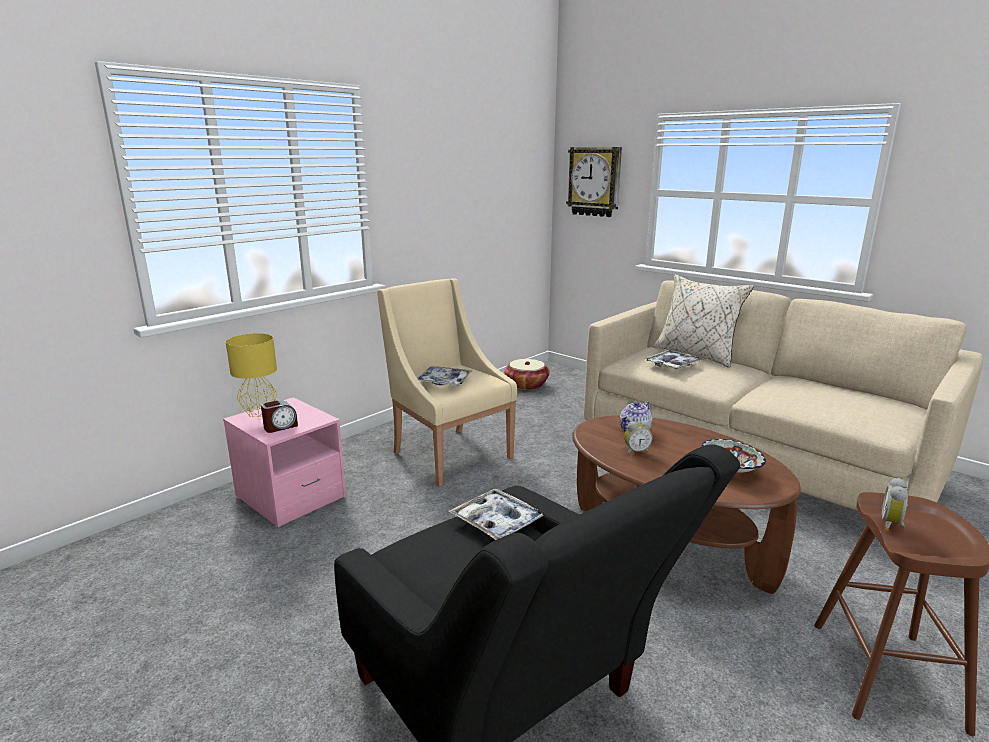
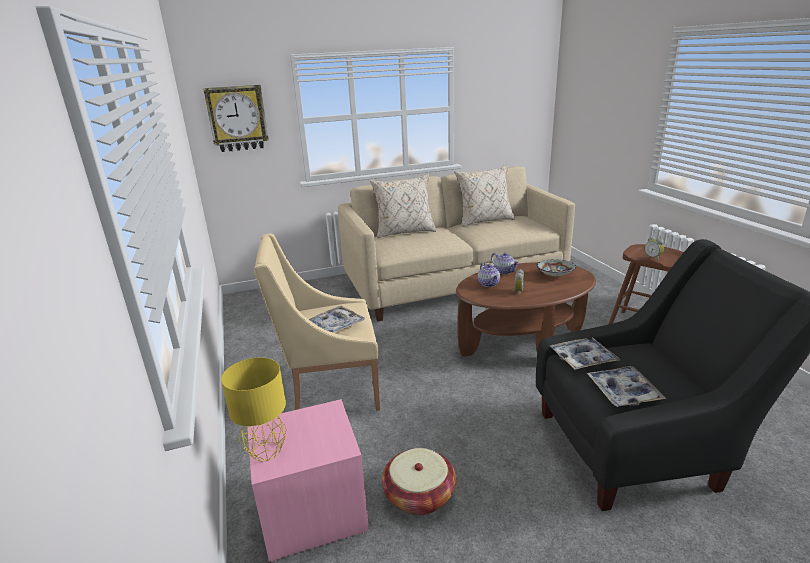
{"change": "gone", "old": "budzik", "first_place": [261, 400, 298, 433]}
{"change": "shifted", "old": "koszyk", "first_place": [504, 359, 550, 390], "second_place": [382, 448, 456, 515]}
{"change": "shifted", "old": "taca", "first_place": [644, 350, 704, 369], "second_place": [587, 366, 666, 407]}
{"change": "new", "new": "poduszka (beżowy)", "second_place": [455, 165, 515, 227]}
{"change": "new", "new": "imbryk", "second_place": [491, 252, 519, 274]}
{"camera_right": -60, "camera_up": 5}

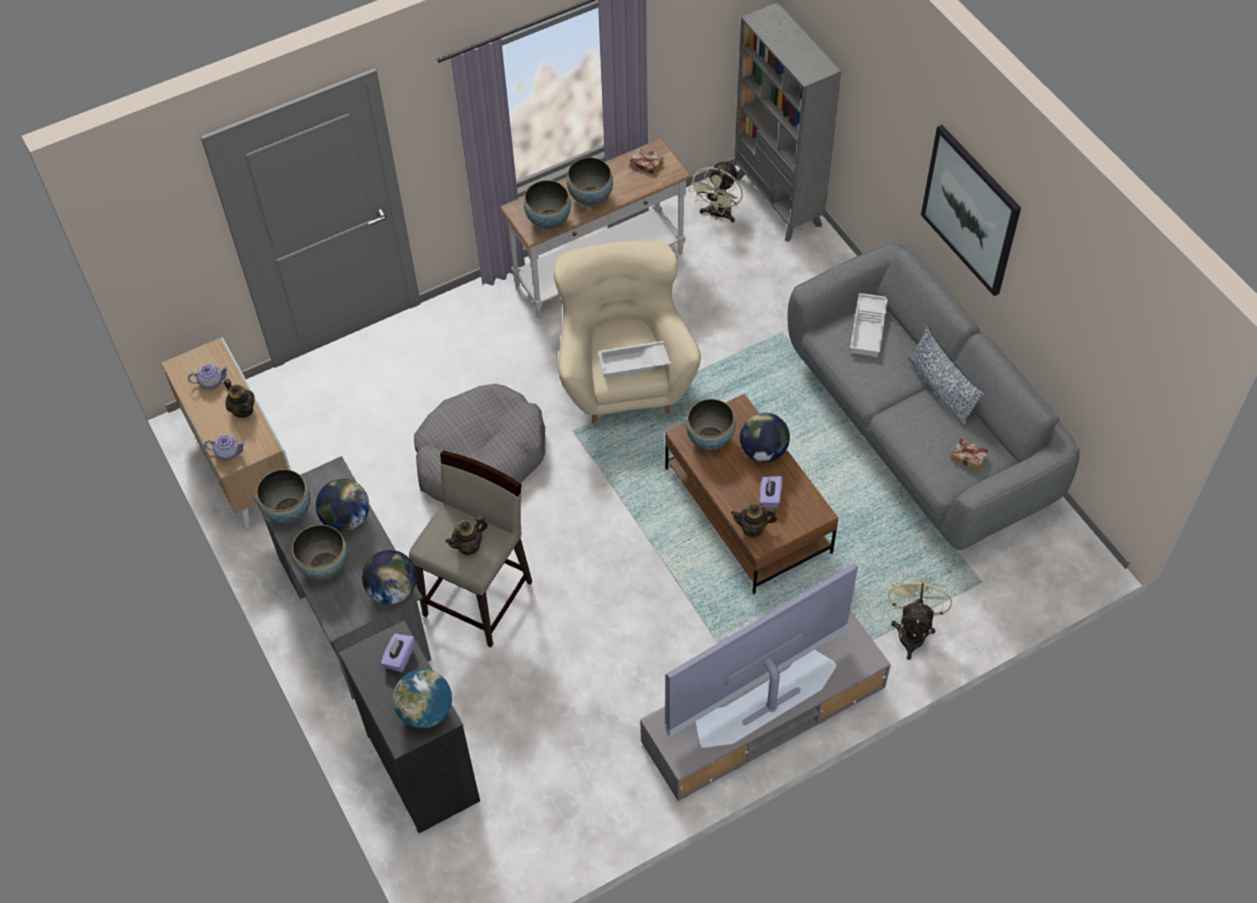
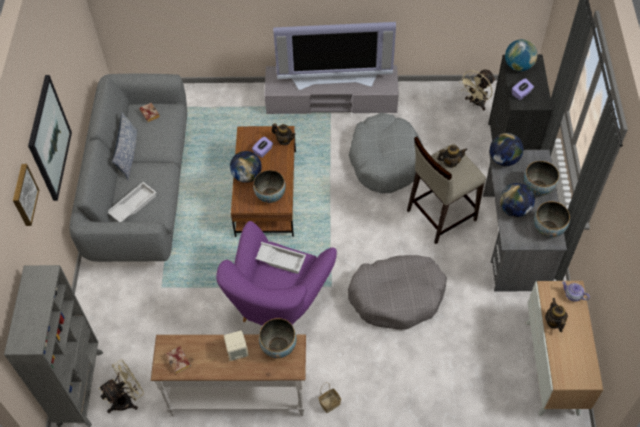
{"change": "gone", "old": "imbryk", "first_place": [188, 364, 229, 389]}
{"change": "repainted", "old": "fotel (beżowy)", "new": "fotel (fioletowy)", "first_place": [553, 241, 701, 424], "second_place": [216, 221, 337, 326]}
{"change": "swapped", "old": "miska", "new": "głośnik (beżowy)", "first_place": [567, 157, 613, 207], "second_place": [224, 330, 249, 361]}
{"change": "shifted", "old": "wentylator (beżowy)", "first_place": [888, 571, 953, 660], "second_place": [459, 70, 495, 111]}
{"change": "new", "new": "obraz", "second_place": [13, 164, 39, 226]}
{"change": "new", "new": "koszyk", "second_place": [319, 382, 341, 413]}
{"change": "new", "new": "legowisko (szary)", "second_place": [349, 113, 423, 193]}
{"camera_right": -150, "camera_up": 0}

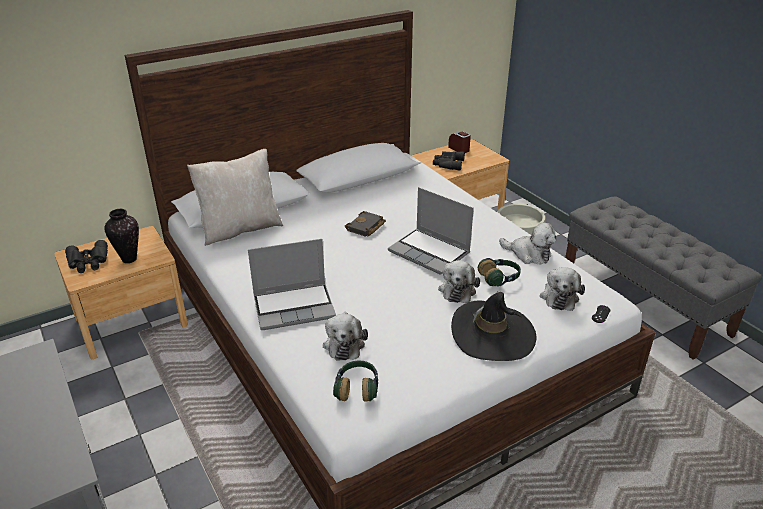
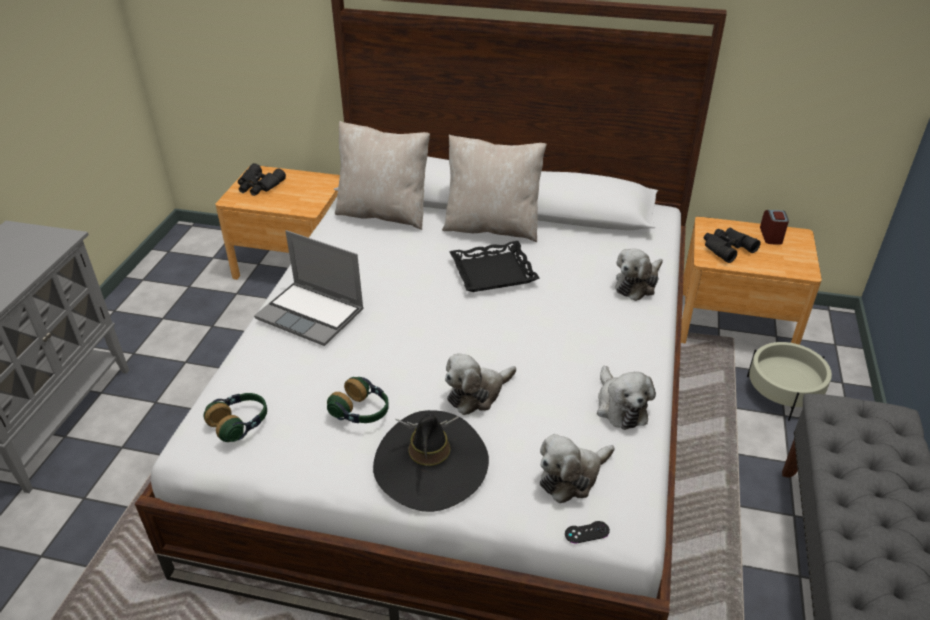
{"change": "gone", "old": "wazon", "first_place": [104, 209, 139, 263]}
{"change": "shifted", "old": "pluszak", "first_place": [323, 312, 368, 361], "second_place": [615, 248, 663, 301]}
{"change": "swapped", "old": "książka (czarny)", "new": "taca (czarny)", "first_place": [345, 211, 386, 237], "second_place": [449, 241, 540, 292]}
{"change": "gone", "old": "laptop", "first_place": [388, 187, 474, 275]}
{"change": "shifted", "old": "słuchawki", "first_place": [478, 258, 521, 286], "second_place": [327, 377, 389, 423]}
{"change": "new", "new": "poduszka (beżowy)", "second_place": [442, 134, 547, 242]}
{"camera_right": 45, "camera_up": 5}

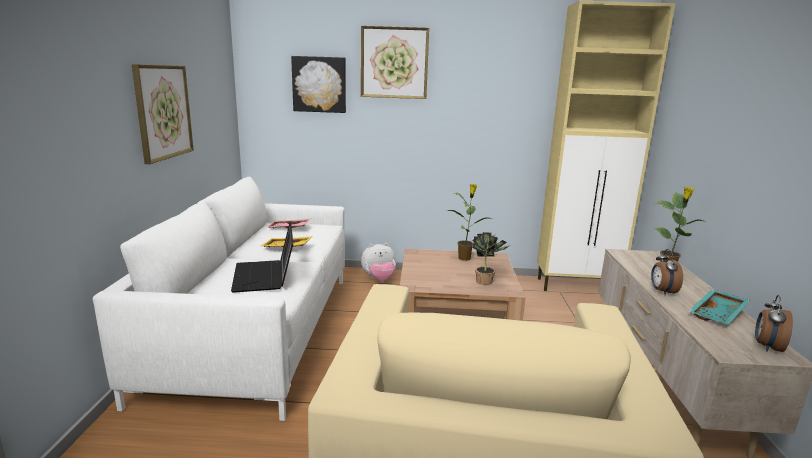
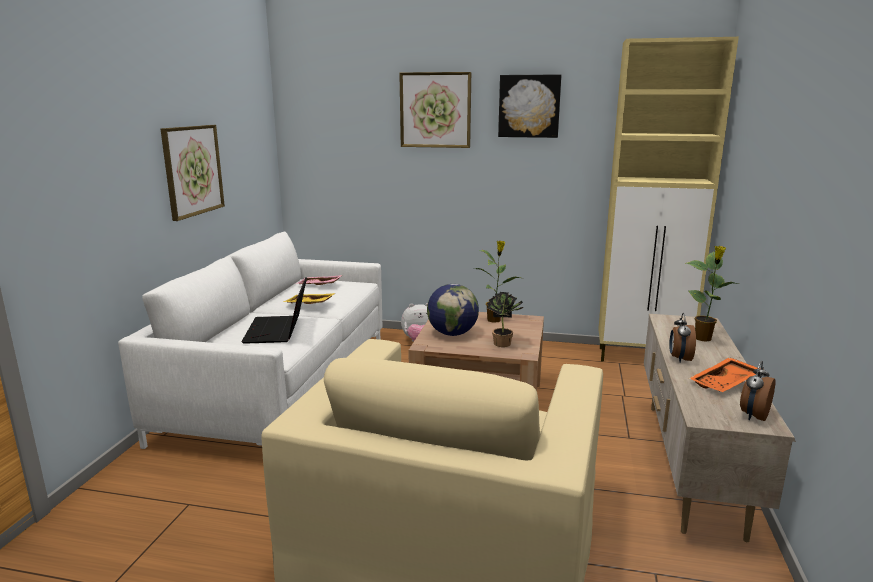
{"change": "shifted", "old": "obraz", "first_place": [291, 56, 346, 113], "second_place": [498, 74, 561, 138]}
{"change": "repainted", "old": "taca (turkusowy)", "new": "taca (pomarańczowy)", "first_place": [688, 289, 750, 324], "second_place": [689, 357, 760, 392]}
{"change": "new", "new": "globus", "second_place": [427, 284, 479, 336]}
{"camera_right": 10, "camera_up": 0}

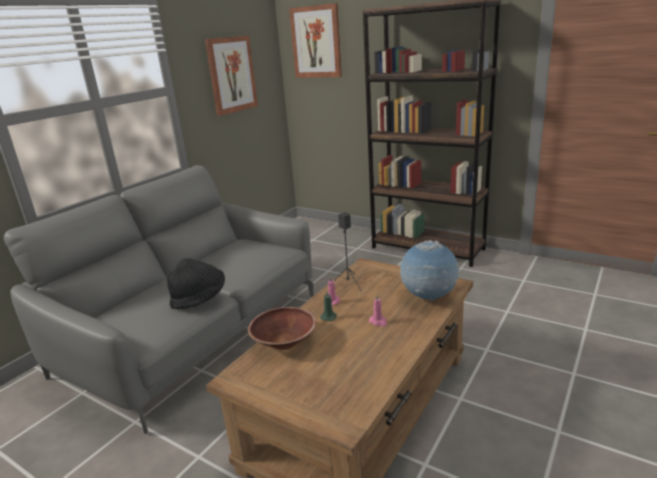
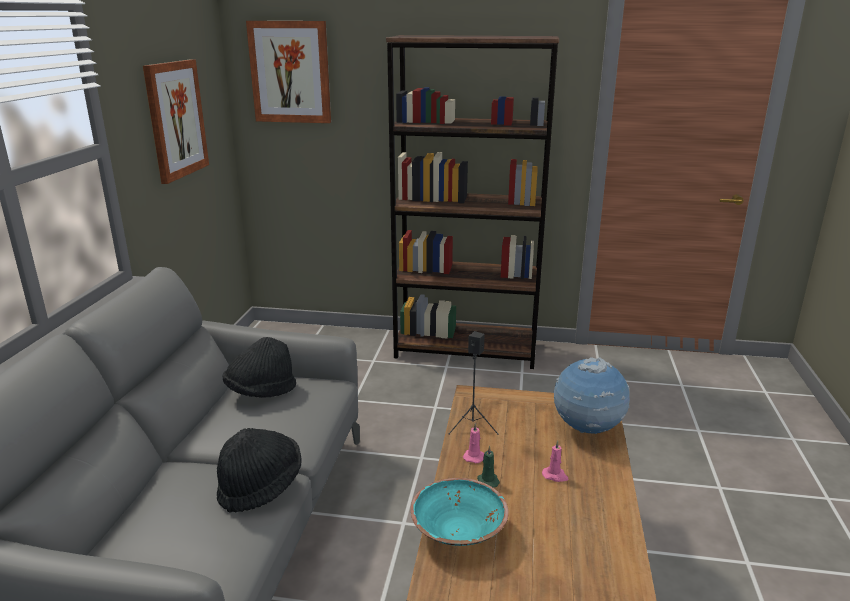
{"change": "repainted", "old": "miska (brązowy)", "new": "miska (turkusowy)", "first_place": [248, 307, 316, 350], "second_place": [411, 478, 508, 546]}
{"change": "new", "new": "kapelusz (czarny)", "second_place": [222, 337, 296, 398]}
{"camera_right": -25, "camera_up": 0}

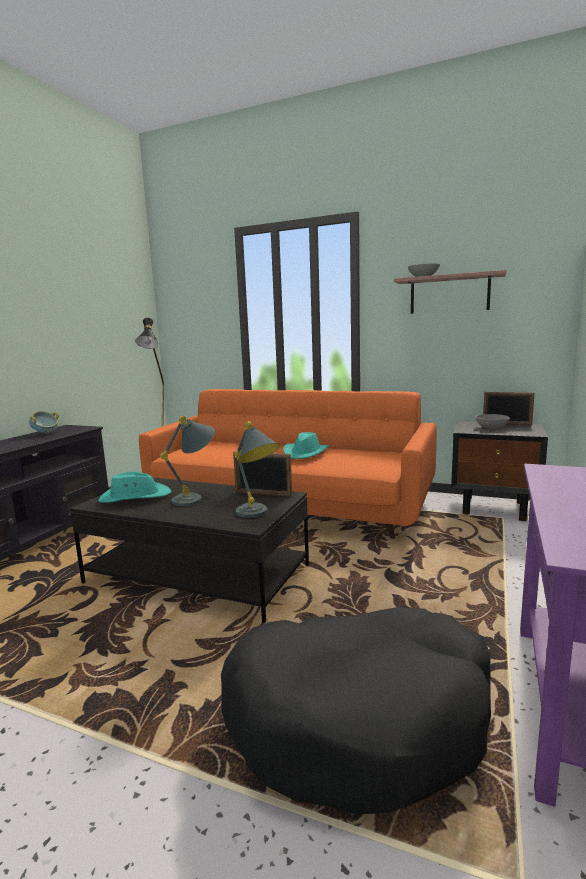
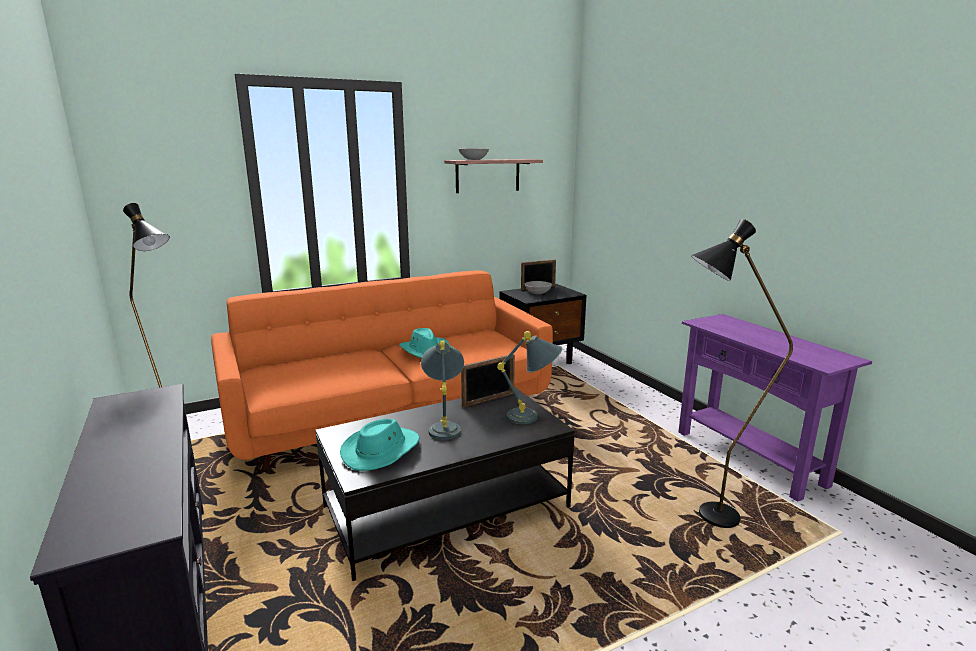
{"change": "gone", "old": "miska", "first_place": [29, 411, 59, 434]}
{"change": "swapped", "old": "legowisko (czarny)", "new": "lampa stojąca (czarny)", "first_place": [221, 607, 491, 815], "second_place": [691, 219, 793, 528]}
{"camera_right": -50, "camera_up": 5}

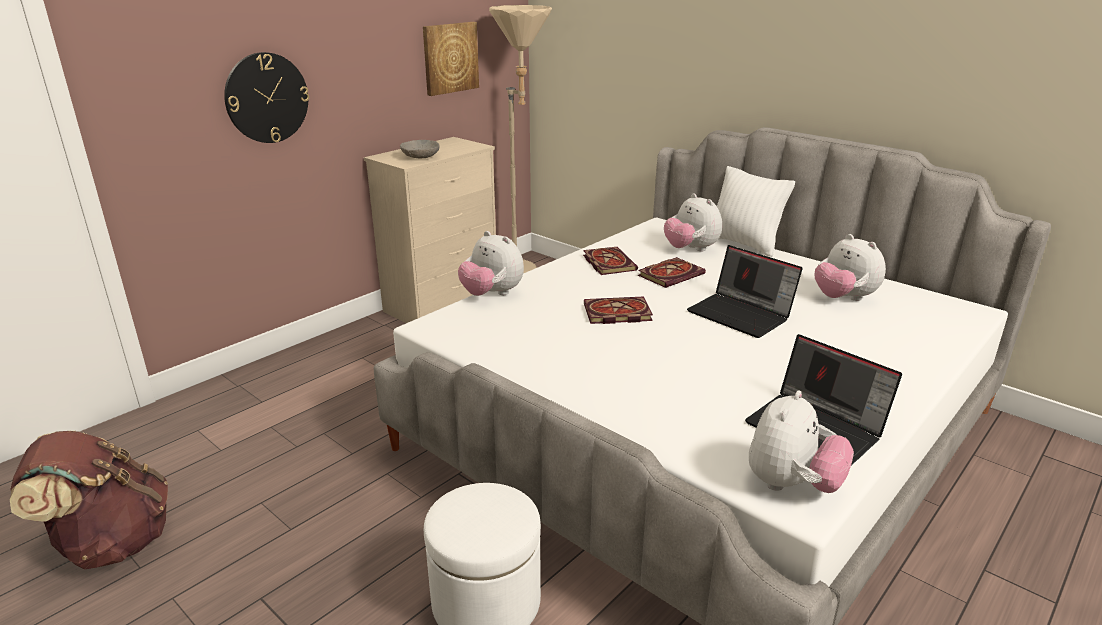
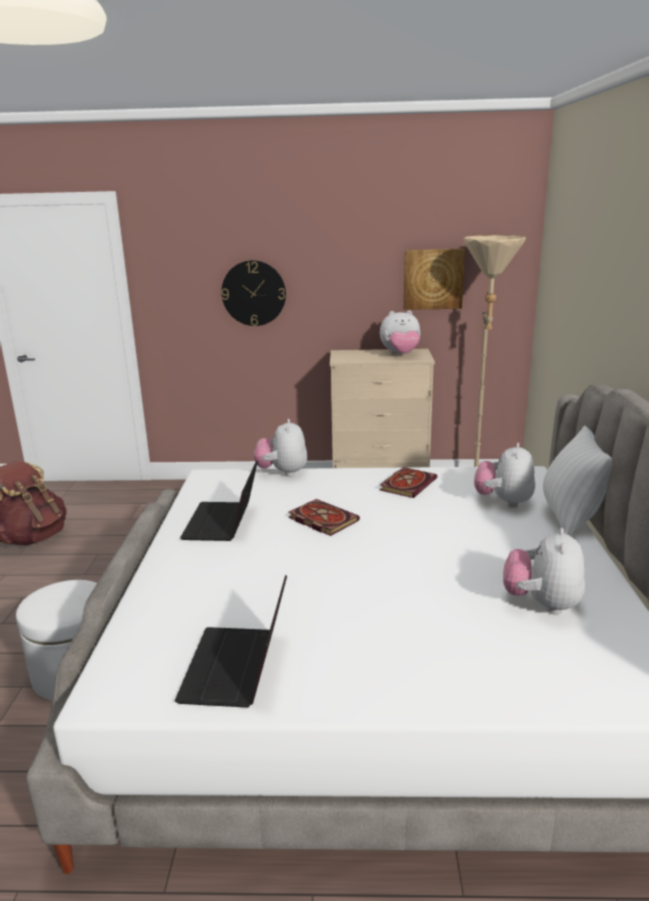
{"change": "gone", "old": "miska (szary)", "first_place": [400, 140, 440, 158]}
{"change": "gone", "old": "książka", "first_place": [638, 257, 706, 288]}
{"change": "shifted", "old": "laptop", "first_place": [687, 245, 803, 338], "second_place": [180, 460, 258, 541]}
{"change": "shifted", "old": "pluszak", "first_place": [749, 390, 854, 493], "second_place": [380, 310, 420, 354]}
{"camera_right": 50, "camera_up": -5}

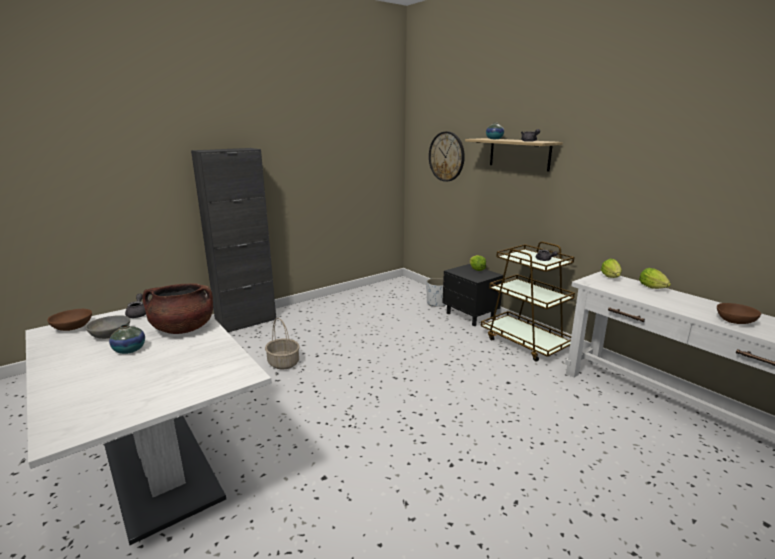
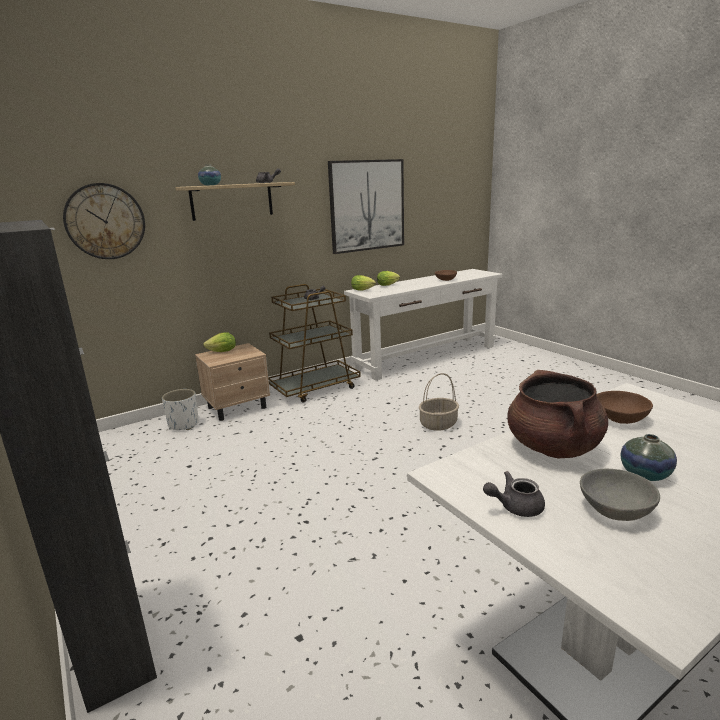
{"change": "shifted", "old": "miska (brązowy)", "first_place": [47, 309, 92, 331], "second_place": [597, 391, 653, 424]}
{"change": "shifted", "old": "koszyk", "first_place": [265, 318, 300, 369], "second_place": [419, 373, 459, 431]}
{"change": "repainted", "old": "szafka nocna (czarny)", "new": "szafka nocna (beżowy)", "first_place": [442, 264, 503, 326], "second_place": [195, 343, 270, 421]}
{"change": "new", "new": "obraz", "second_place": [328, 159, 404, 254]}
{"camera_right": -85, "camera_up": 0}

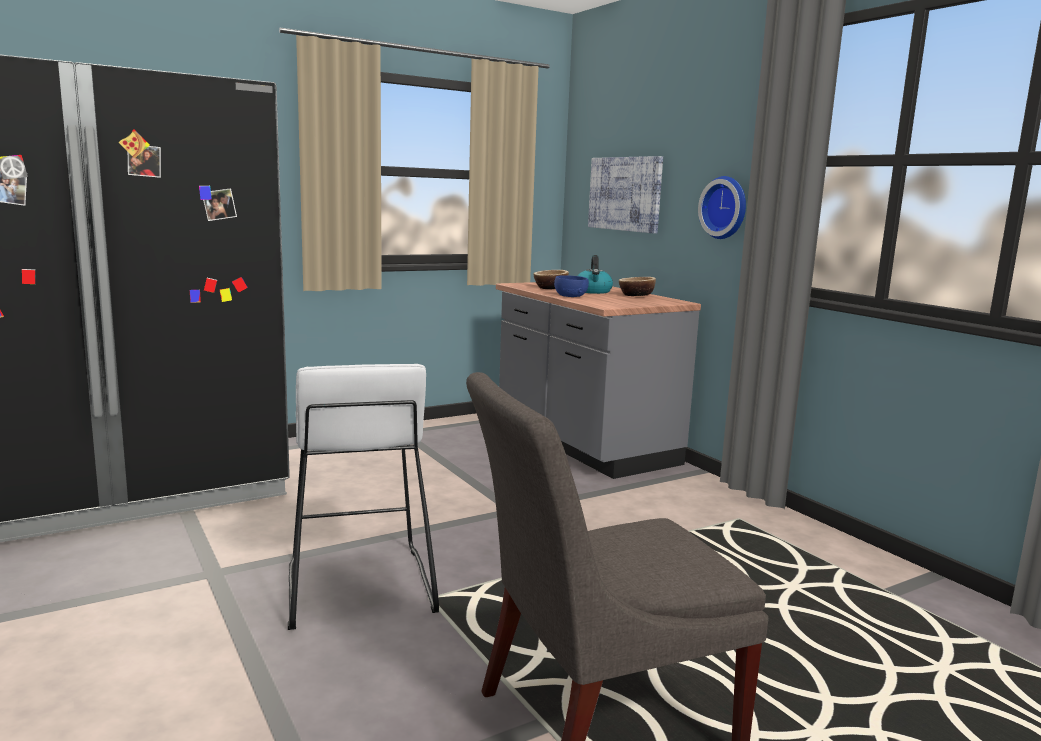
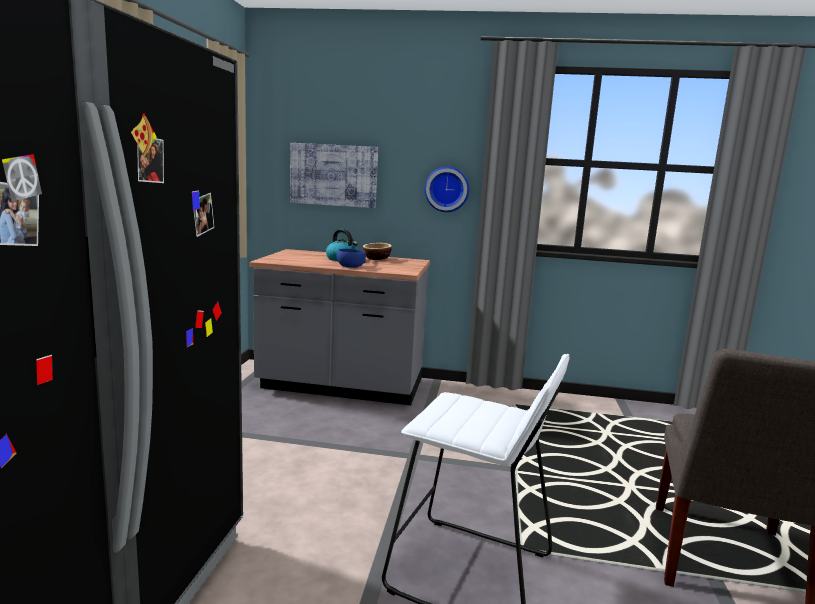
{"change": "gone", "old": "miska", "first_place": [534, 270, 569, 289]}
{"camera_right": -50, "camera_up": 0}

